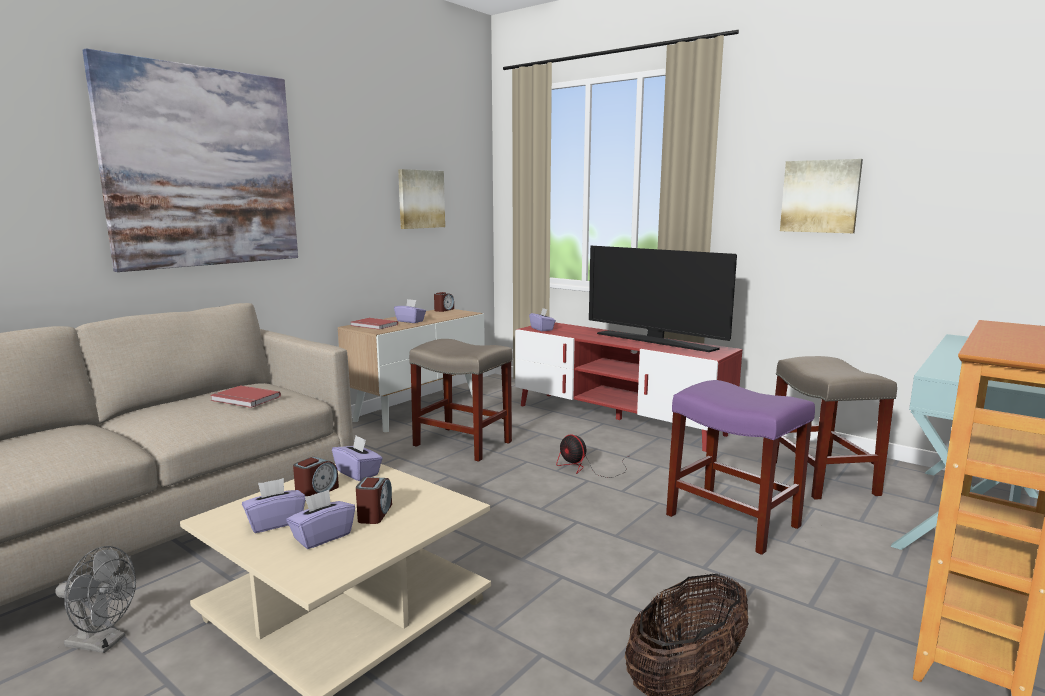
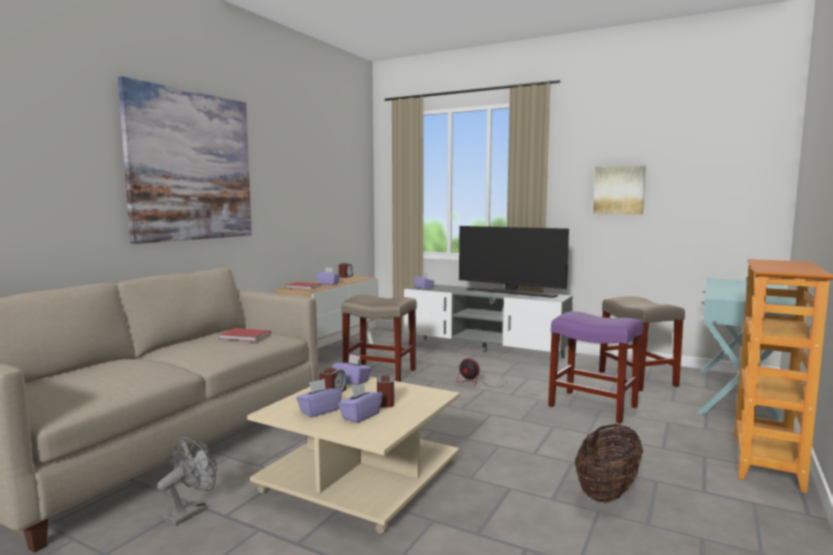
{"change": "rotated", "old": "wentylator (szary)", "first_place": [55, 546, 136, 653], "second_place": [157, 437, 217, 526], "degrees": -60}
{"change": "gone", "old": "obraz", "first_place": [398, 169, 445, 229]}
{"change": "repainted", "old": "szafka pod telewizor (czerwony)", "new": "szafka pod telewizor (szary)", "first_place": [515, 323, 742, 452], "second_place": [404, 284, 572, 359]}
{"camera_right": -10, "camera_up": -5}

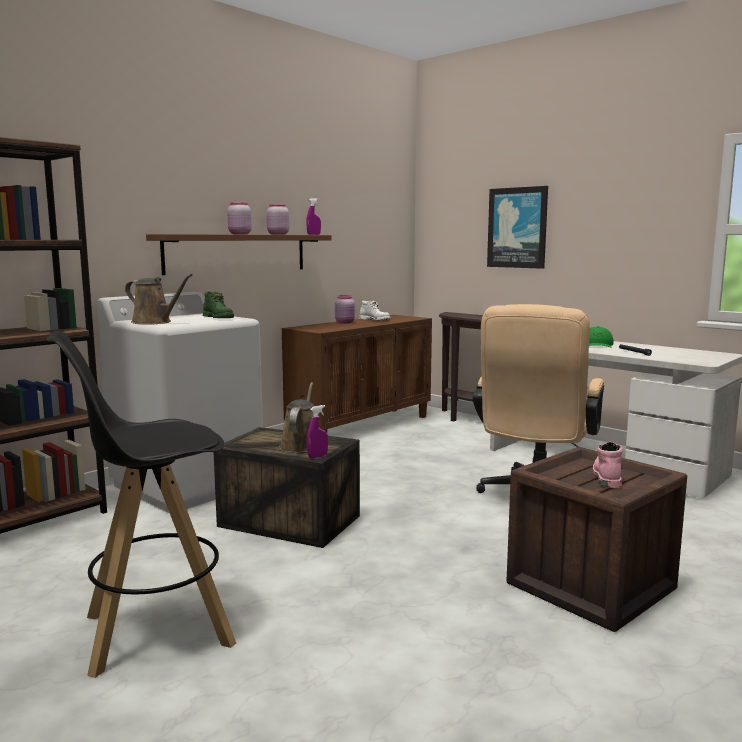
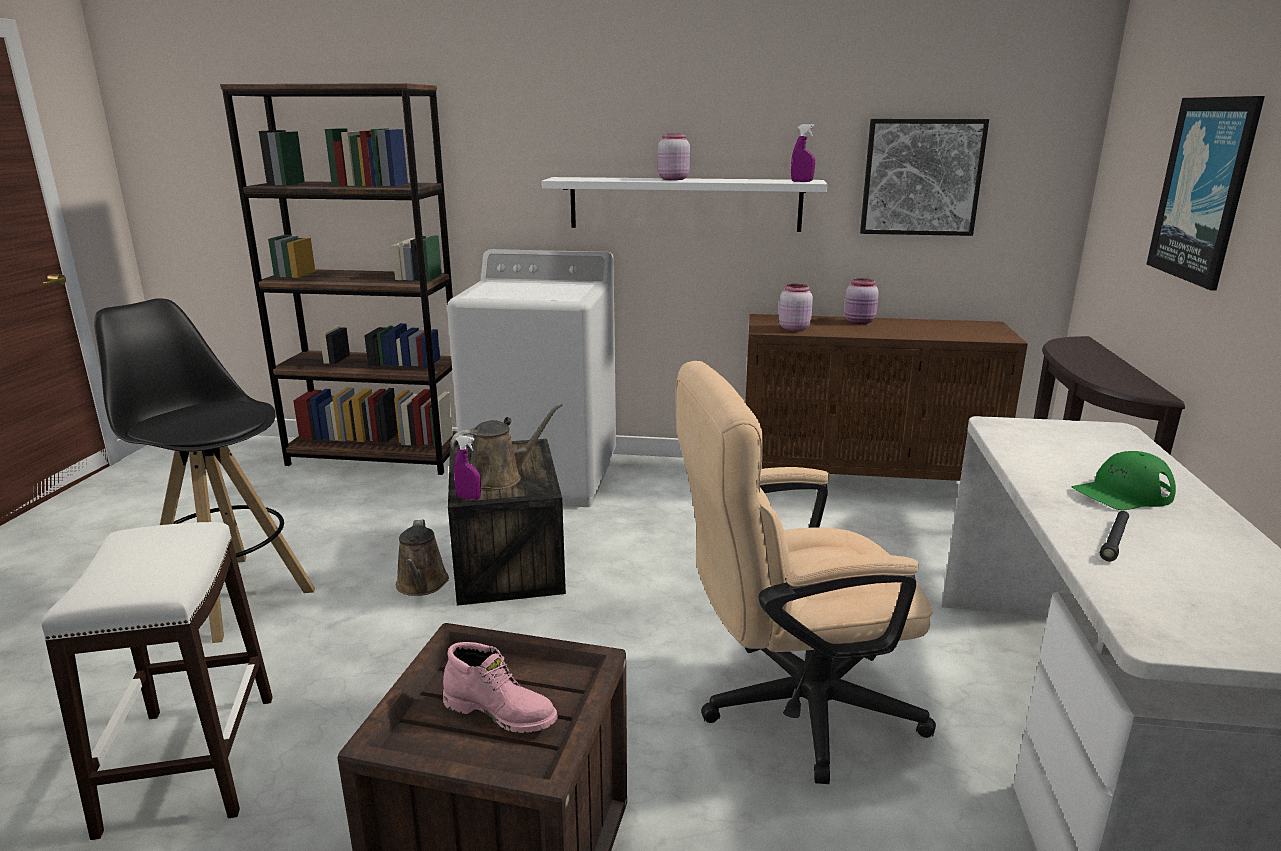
{"change": "shifted", "old": "konewka (brązowy)", "first_place": [125, 274, 192, 325], "second_place": [396, 519, 449, 596]}
{"change": "repainted", "old": "półka (brązowy)", "new": "półka (biały)", "first_place": [146, 234, 331, 275], "second_place": [542, 177, 827, 232]}
{"change": "gone", "old": "but z cholewką (zielony)", "first_place": [203, 291, 234, 318]}
{"change": "shifted", "old": "słoik (różowy)", "first_place": [267, 204, 289, 235], "second_place": [779, 284, 813, 331]}
{"change": "gone", "old": "but z cholewką (biały)", "first_place": [359, 301, 391, 320]}
{"change": "rotated", "old": "but z cholewką (różowy)", "first_place": [593, 442, 622, 488], "second_place": [443, 642, 558, 733], "degrees": 45}
{"change": "new", "new": "stołek (biały)", "second_place": [41, 522, 273, 840]}
{"change": "new", "new": "obraz", "second_place": [860, 119, 989, 236]}
{"camera_right": 55, "camera_up": 10}

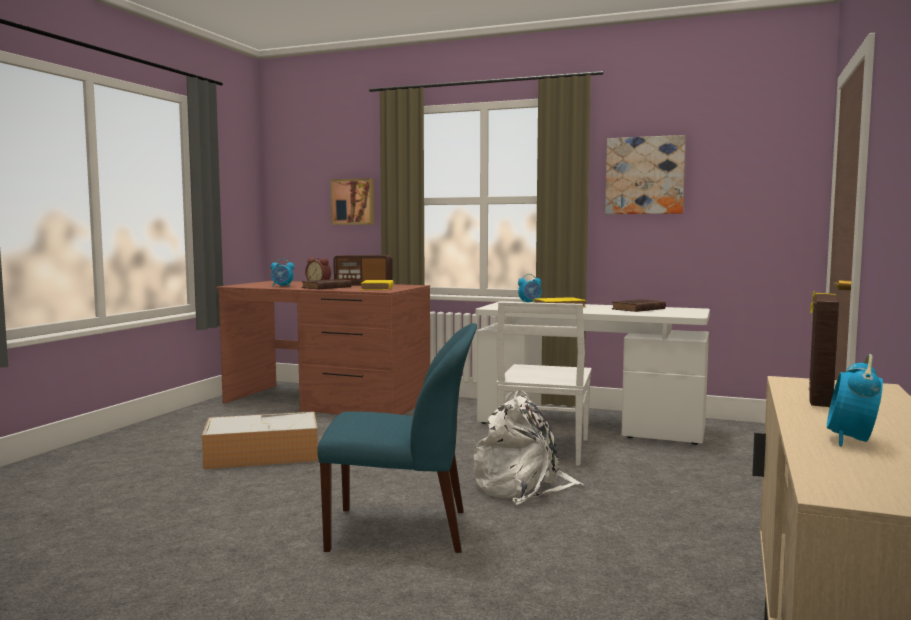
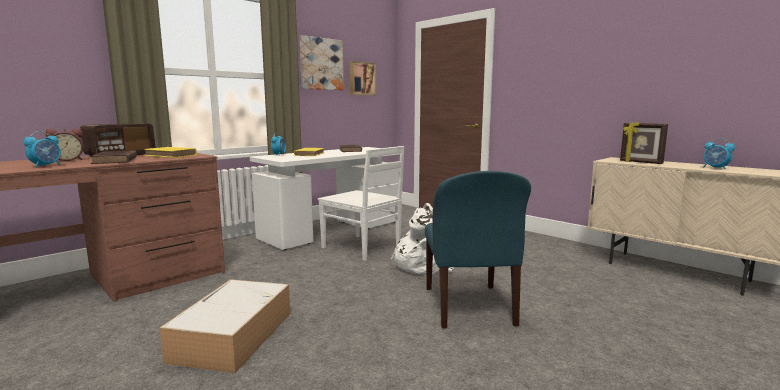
{"change": "rotated", "old": "krzesło (niebieski)", "first_place": [317, 323, 477, 553], "second_place": [425, 171, 531, 328], "degrees": 150}
{"change": "shifted", "old": "obraz", "first_place": [331, 178, 374, 225], "second_place": [349, 61, 376, 95]}
{"camera_right": -65, "camera_up": 5}

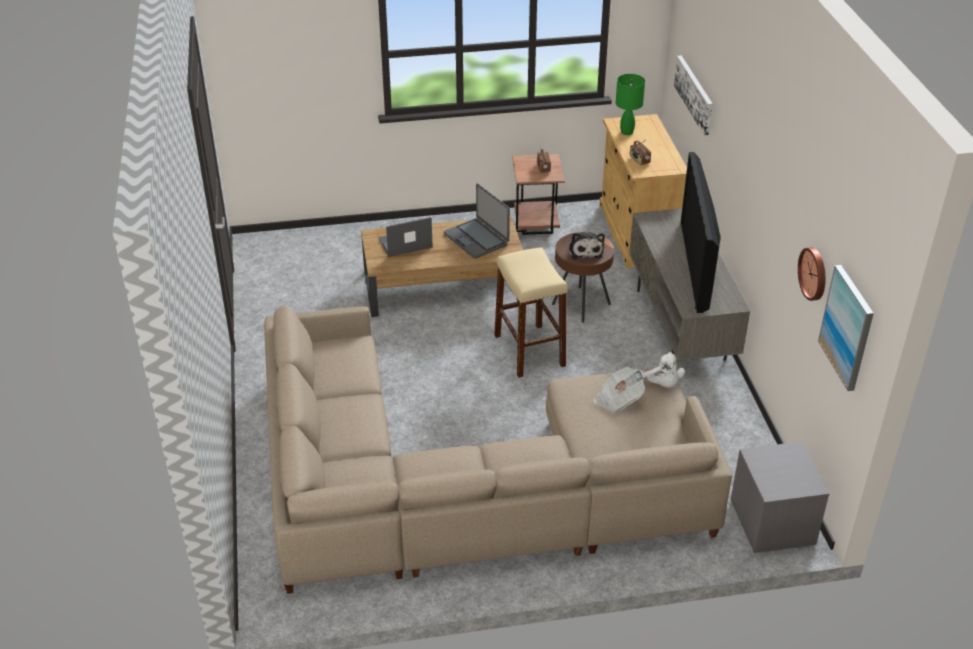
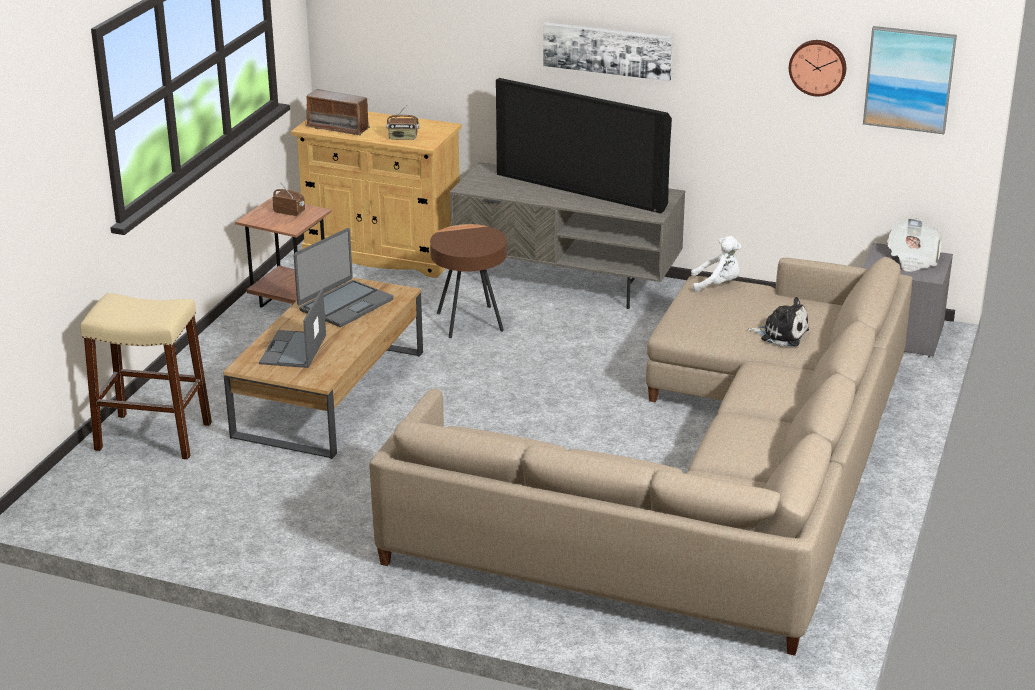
{"change": "rotated", "old": "laptop", "first_place": [444, 184, 510, 259], "second_place": [294, 228, 394, 327], "degrees": -45}
{"change": "shifted", "old": "stołek (beżowy)", "first_place": [494, 247, 568, 378], "second_place": [80, 293, 212, 460]}
{"change": "shifted", "old": "pluszak", "first_place": [569, 232, 605, 260], "second_place": [746, 297, 809, 346]}
{"change": "shifted", "old": "gazeta", "first_place": [593, 367, 645, 413], "second_place": [887, 218, 942, 272]}
{"change": "swapped", "old": "lampa stołowa (zielony)", "new": "radio", "first_place": [616, 74, 645, 135], "second_place": [304, 89, 370, 136]}
{"change": "shifted", "old": "obraz", "first_place": [674, 56, 713, 135], "second_place": [543, 22, 673, 81]}
{"camera_right": -60, "camera_up": -10}

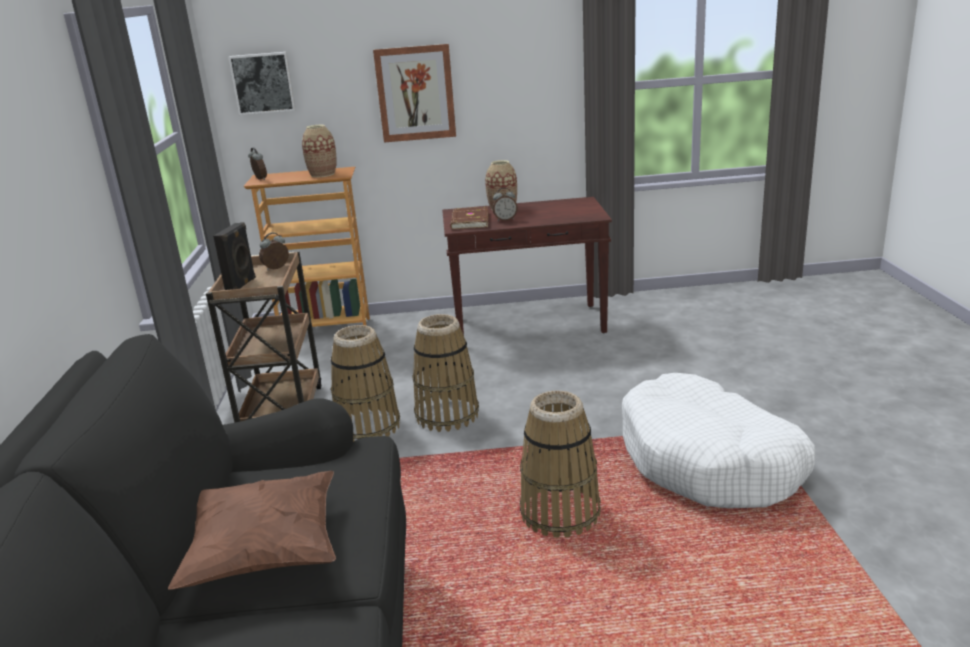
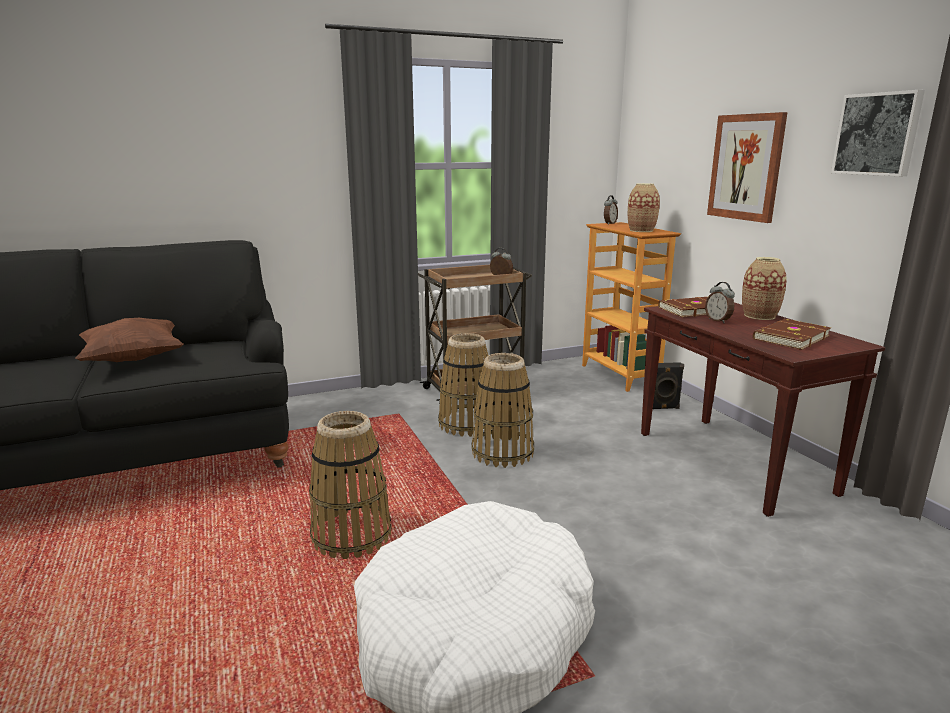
{"change": "shifted", "old": "głośnik (czarny)", "first_place": [213, 222, 256, 290], "second_place": [653, 362, 684, 409]}
{"change": "shifted", "old": "obraz", "first_place": [228, 52, 296, 115], "second_place": [831, 90, 925, 176]}
{"change": "new", "new": "książka (brązowy)", "second_place": [753, 319, 831, 350]}
{"camera_right": 70, "camera_up": -5}

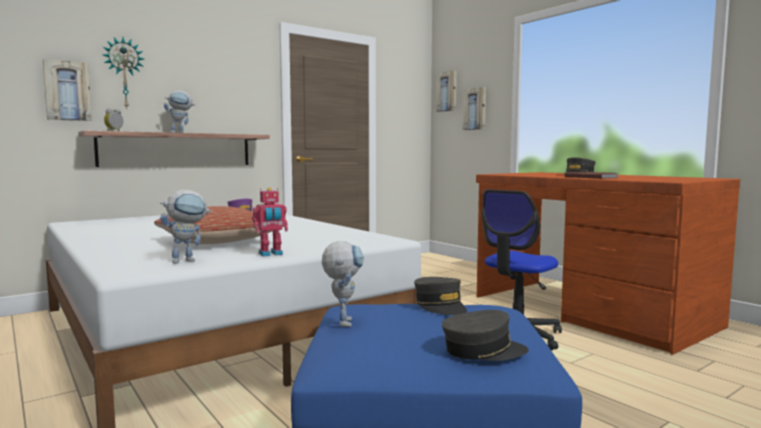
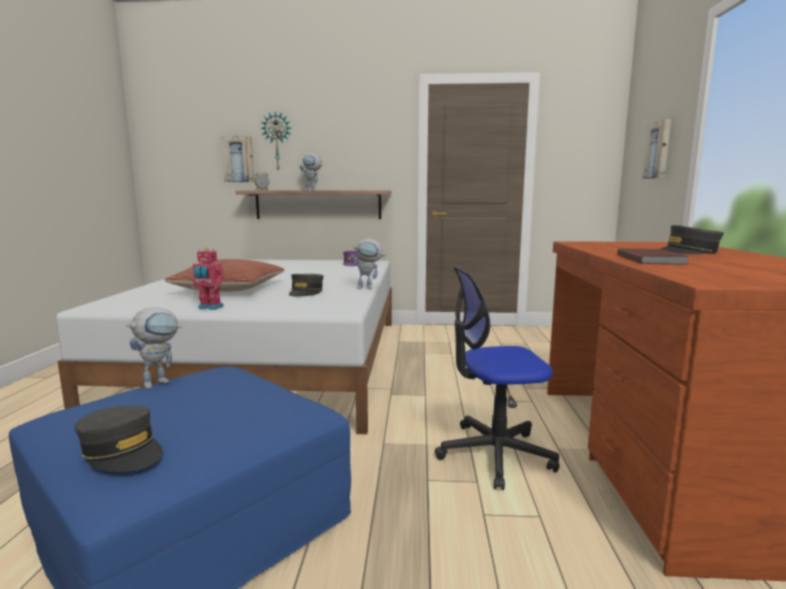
{"change": "shifted", "old": "robot zabawkowy", "first_place": [160, 190, 212, 264], "second_place": [350, 238, 386, 289]}
{"change": "shifted", "old": "czapka z daszkiem (szary)", "first_place": [414, 277, 467, 315], "second_place": [289, 274, 324, 297]}
{"change": "gone", "old": "obraz", "first_place": [436, 70, 457, 112]}
{"camera_right": 40, "camera_up": 5}

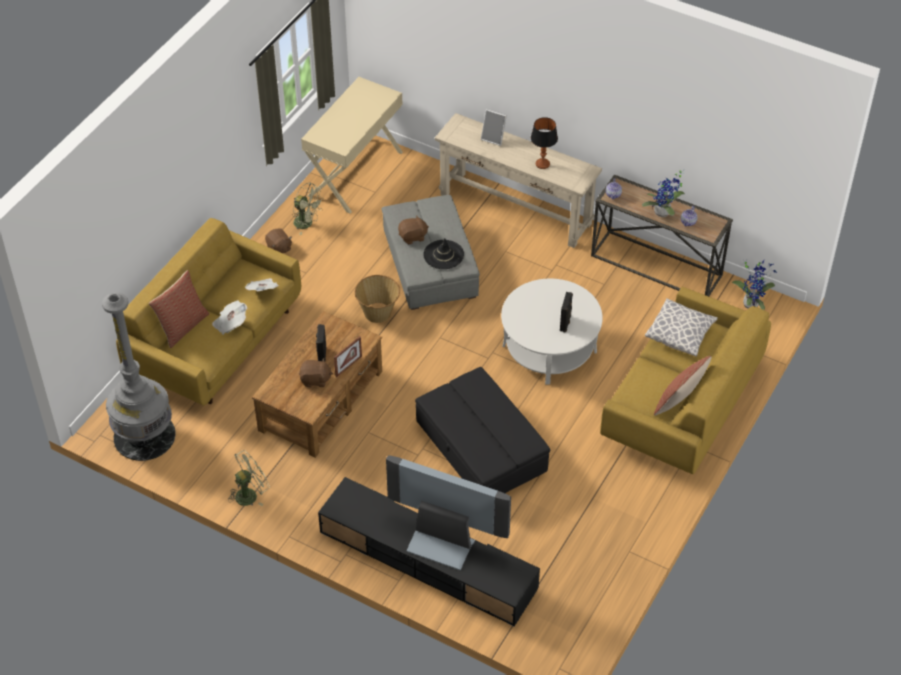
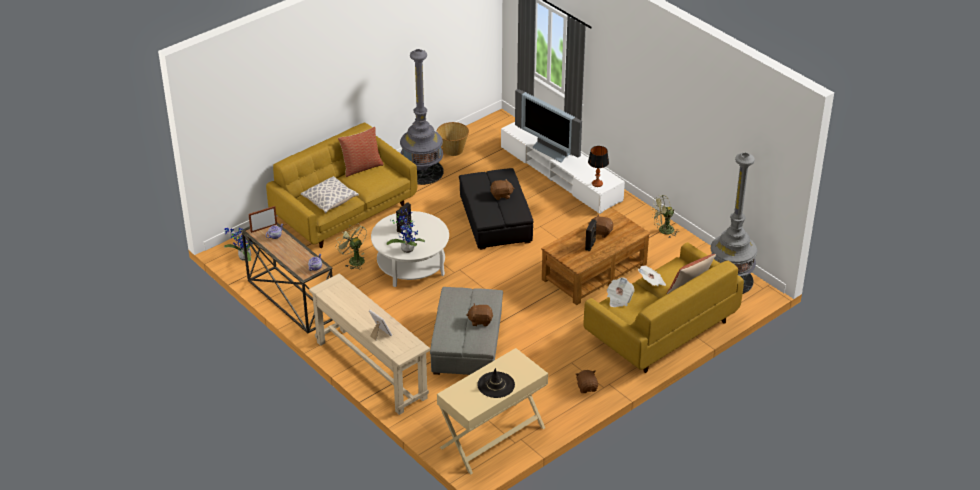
{"change": "shifted", "old": "wentylator (zielony)", "first_place": [292, 183, 324, 235], "second_place": [336, 223, 367, 269]}
{"change": "repainted", "old": "szafka pod telewizor (czarny)", "new": "szafka pod telewizor (biały)", "first_place": [318, 477, 540, 627], "second_place": [501, 122, 625, 214]}
{"change": "shifted", "old": "ramka na zdjęcie", "first_place": [334, 336, 362, 377], "second_place": [248, 206, 277, 233]}
{"change": "shifted", "old": "koszyk", "first_place": [355, 275, 400, 323], "second_place": [436, 122, 469, 156]}
{"change": "shifted", "old": "kapelusz (czarny)", "first_place": [423, 238, 464, 269], "second_place": [477, 368, 515, 398]}
{"change": "shifted", "old": "lampa stołowa", "first_place": [531, 117, 558, 169], "second_place": [588, 146, 609, 187]}
{"change": "shifted", "old": "roślina doniczkowa", "first_place": [642, 170, 685, 217], "second_place": [386, 208, 425, 253]}
{"change": "new", "new": "lampa stojąca (szary)", "second_place": [400, 49, 444, 185]}
{"change": "new", "new": "pluszak (brązowy)", "second_place": [490, 179, 514, 200]}
{"camera_right": -160, "camera_up": -10}

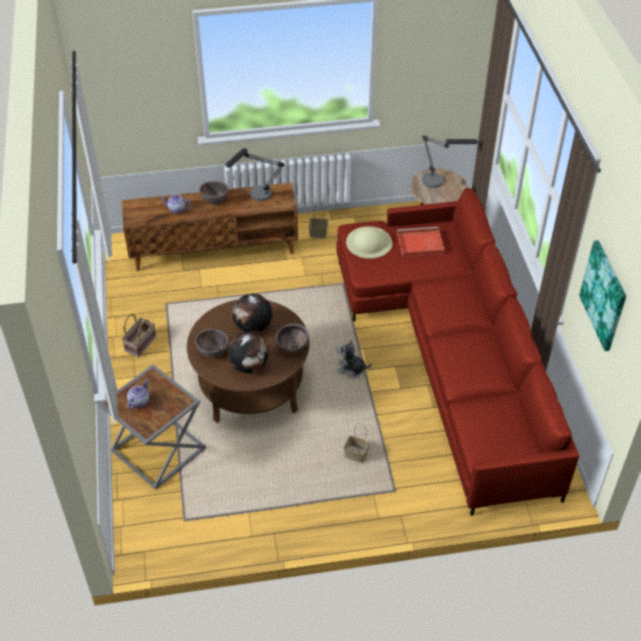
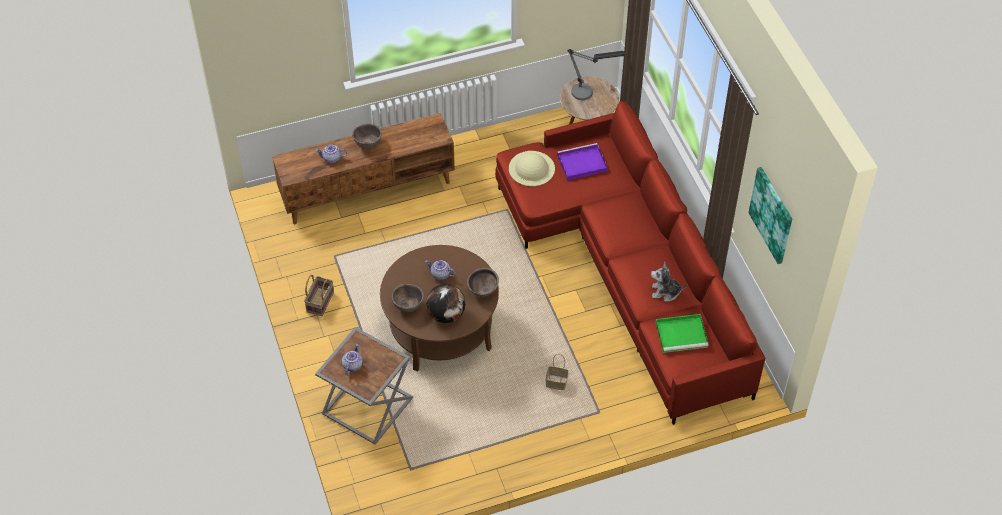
{"change": "gone", "old": "lampa stołowa", "first_place": [226, 148, 285, 201]}
{"change": "swapped", "old": "globus", "new": "imbryk", "first_place": [232, 294, 272, 333], "second_place": [425, 260, 456, 280]}
{"change": "gone", "old": "koszyk", "first_place": [309, 203, 328, 238]}
{"change": "shifted", "old": "pluszak", "first_place": [336, 338, 372, 378], "second_place": [651, 262, 687, 302]}
{"change": "repainted", "old": "taca (czerwony)", "new": "taca (fioletowy)", "first_place": [397, 227, 444, 257], "second_place": [558, 143, 608, 180]}
{"change": "new", "new": "taca (zielony)", "second_place": [656, 314, 709, 353]}
{"camera_right": -10, "camera_up": 5}

